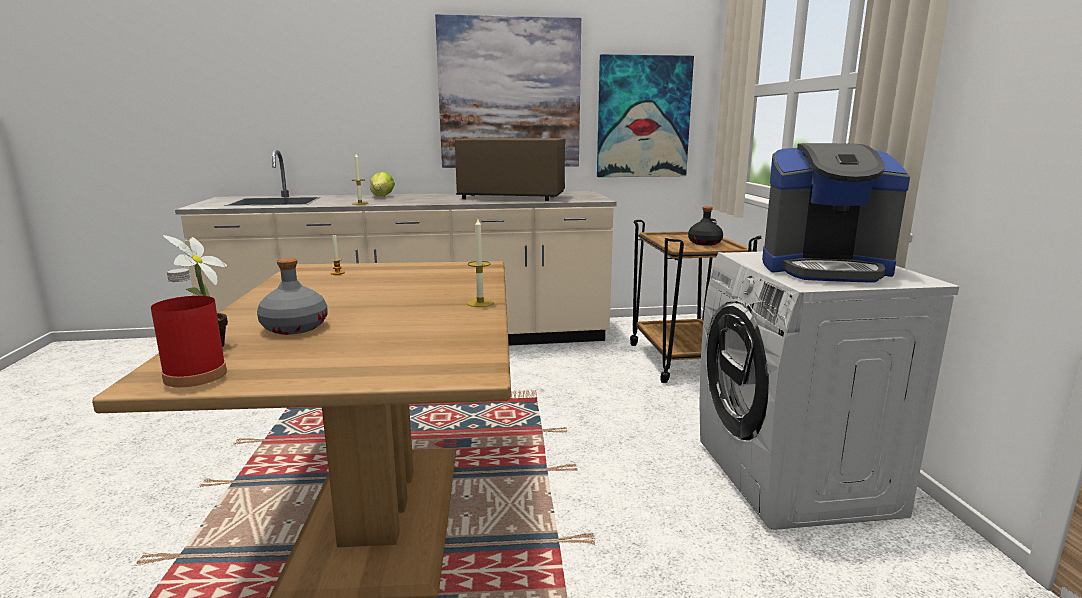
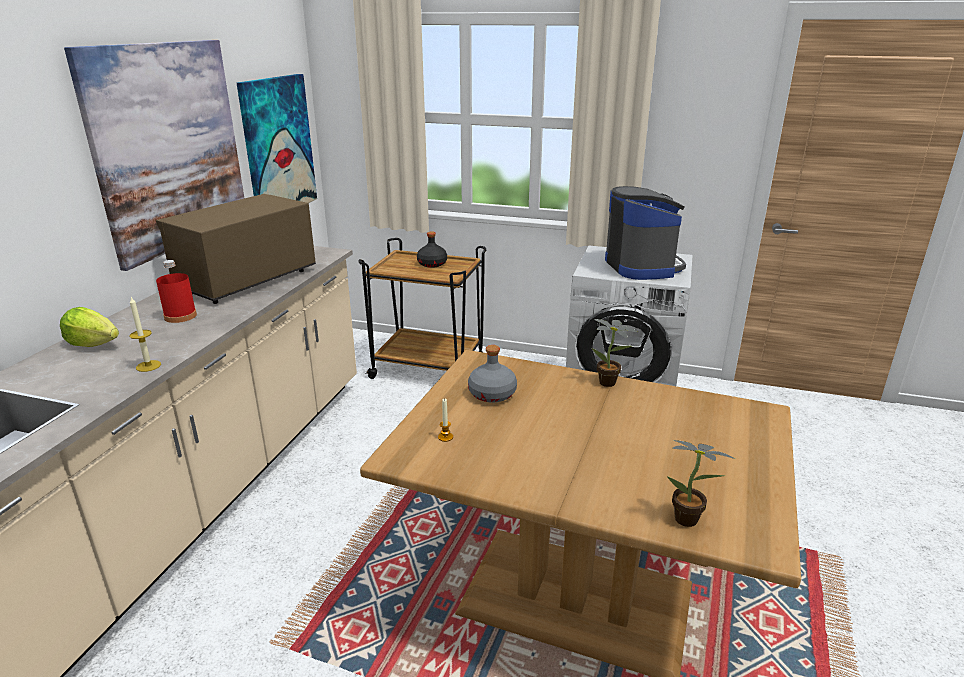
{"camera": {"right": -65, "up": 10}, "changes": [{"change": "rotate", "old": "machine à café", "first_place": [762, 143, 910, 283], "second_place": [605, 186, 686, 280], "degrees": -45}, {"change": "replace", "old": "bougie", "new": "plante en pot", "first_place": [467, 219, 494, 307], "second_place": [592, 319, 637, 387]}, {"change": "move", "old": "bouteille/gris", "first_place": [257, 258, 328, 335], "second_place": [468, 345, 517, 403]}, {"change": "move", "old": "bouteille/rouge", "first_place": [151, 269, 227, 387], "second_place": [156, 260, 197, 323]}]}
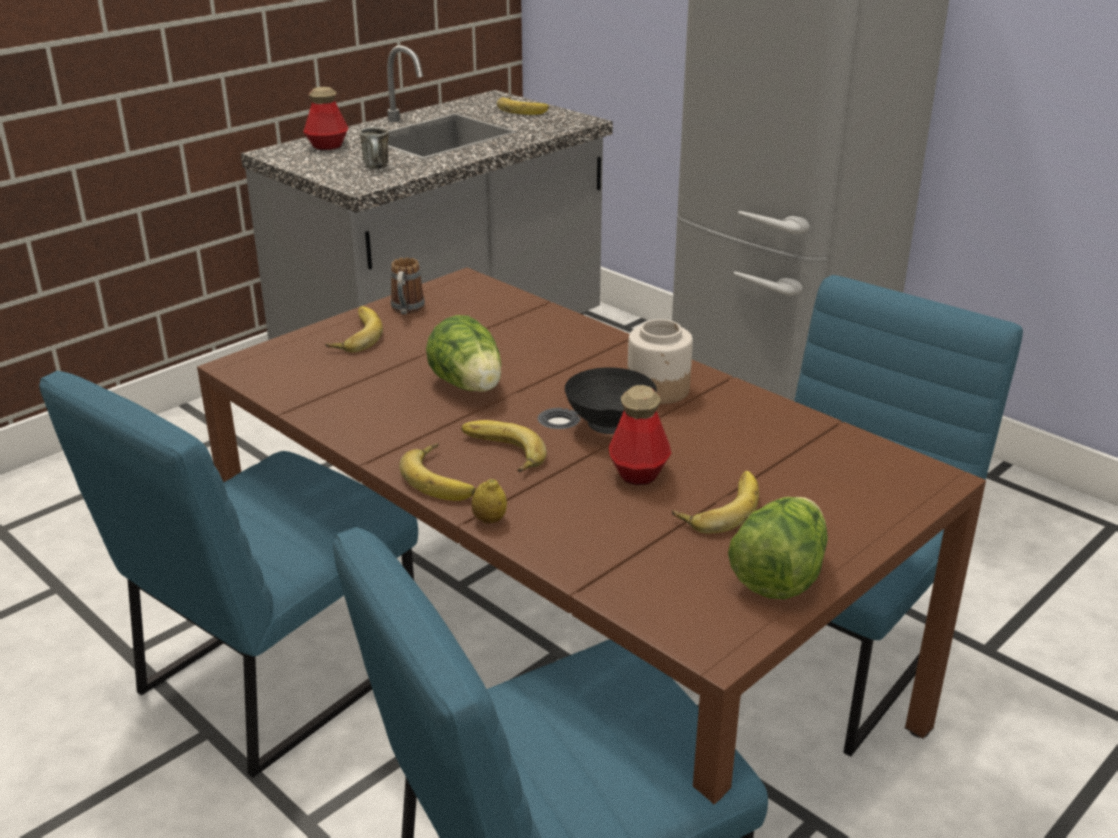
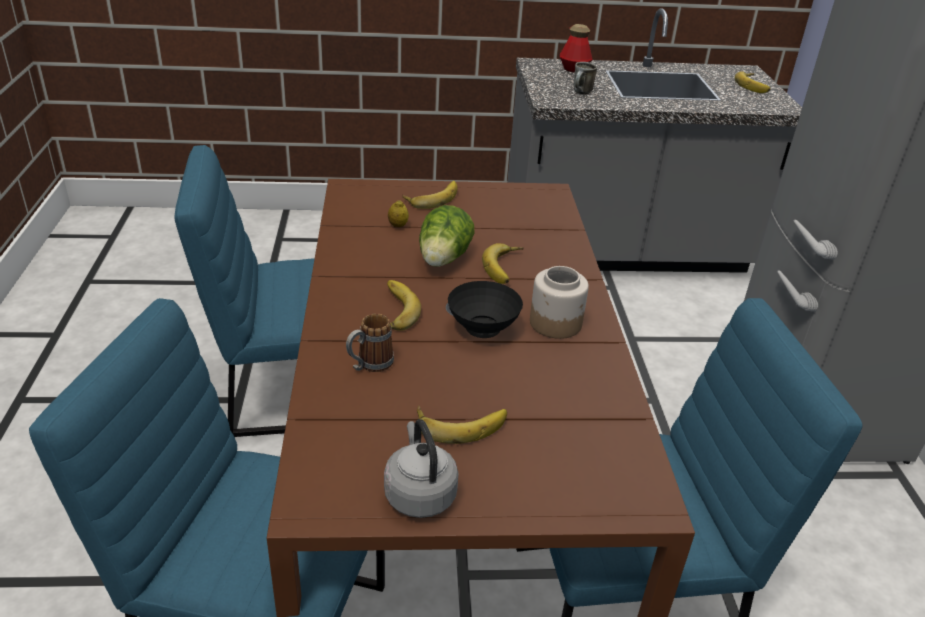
{"camera": {"right": 40, "up": 5}, "changes": [{"change": "move", "old": "mug", "first_place": [391, 257, 425, 314], "second_place": [346, 313, 394, 372]}, {"change": "delete", "old": "bouteille", "first_place": [609, 385, 671, 485]}, {"change": "move", "old": "banane", "first_place": [399, 443, 476, 501], "second_place": [482, 243, 524, 284]}, {"change": "move", "old": "citron", "first_place": [472, 478, 507, 524], "second_place": [388, 200, 409, 227]}, {"change": "replace", "old": "laitue", "new": "bouilloire/gris", "first_place": [728, 497, 828, 599], "second_place": [384, 419, 459, 518]}]}
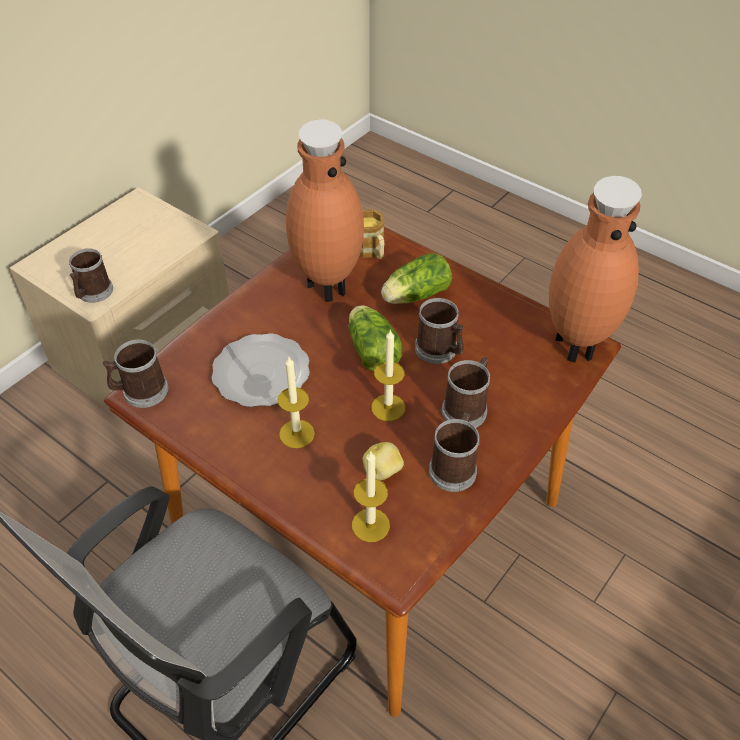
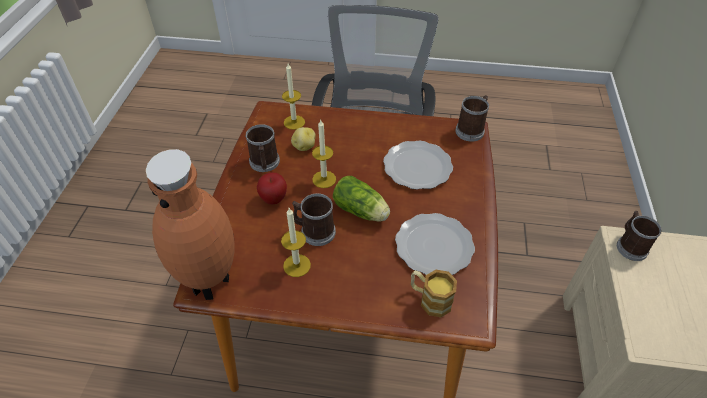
{"camera": {"right": 150, "up": 0}, "changes": [{"change": "replace", "old": "vase/marron", "new": "assiette", "first_place": [286, 119, 364, 302], "second_place": [395, 213, 475, 275]}, {"change": "delete", "old": "laitue", "first_place": [381, 253, 452, 304]}, {"change": "move", "old": "bougie", "first_place": [277, 357, 315, 448], "second_place": [281, 208, 311, 277]}, {"change": "replace", "old": "mug", "new": "pomme", "first_place": [442, 357, 490, 428], "second_place": [257, 172, 287, 204]}]}
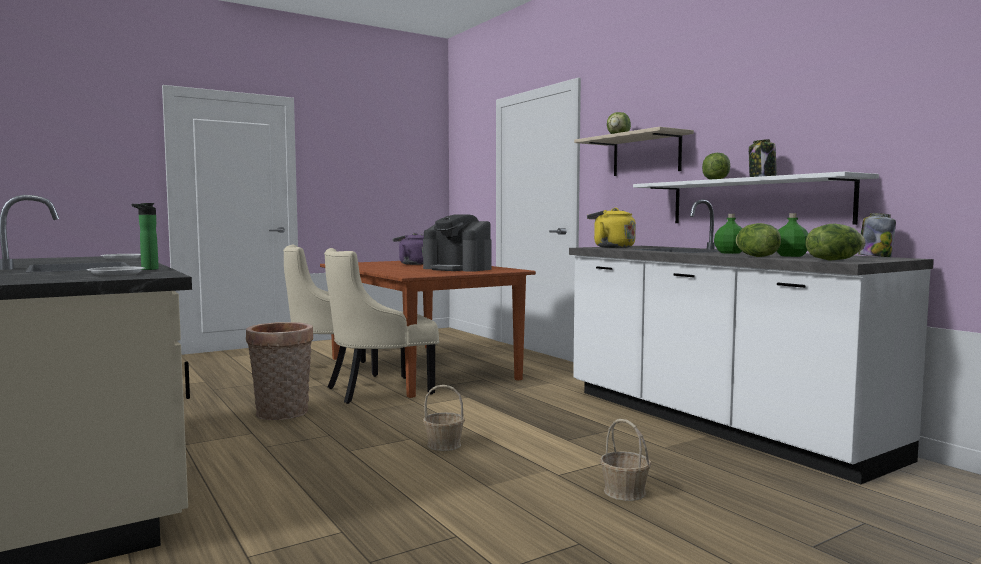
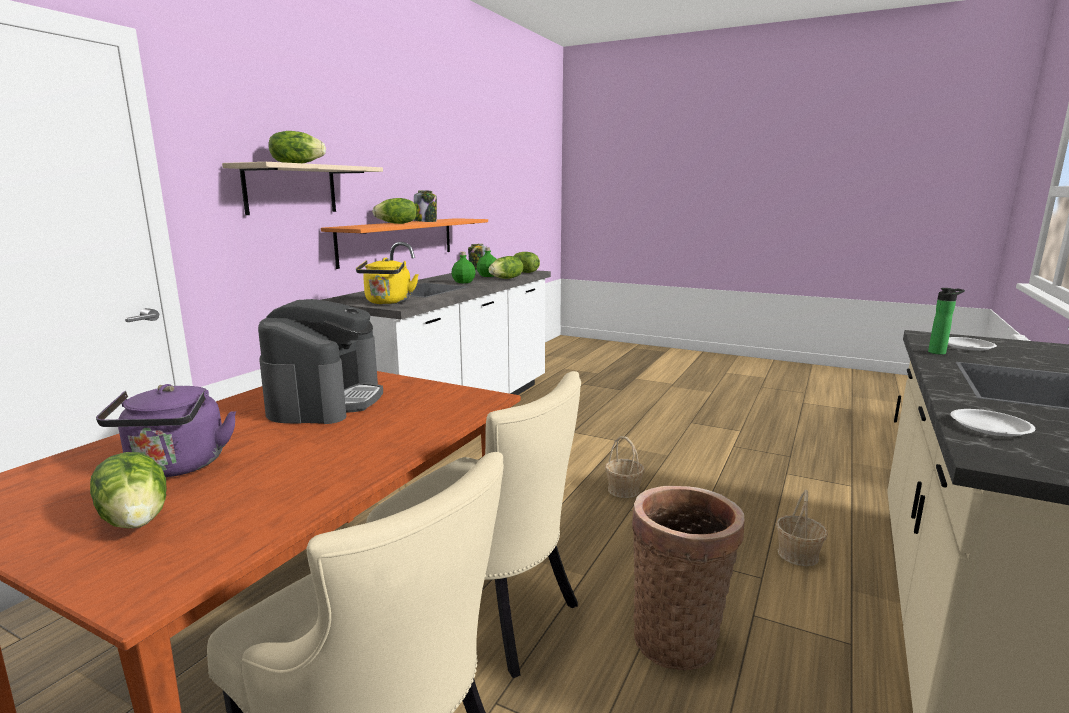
{"camera": {"right": -120, "up": 10}, "changes": [{"change": "recolor", "old": "étagère/blanc", "new": "étagère/orange", "first_place": [633, 172, 879, 225], "second_place": [321, 218, 488, 269]}, {"change": "move", "old": "panier", "first_place": [600, 419, 651, 501], "second_place": [776, 490, 828, 566]}, {"change": "insert", "new": "laitue", "second_place": [90, 452, 167, 528]}]}
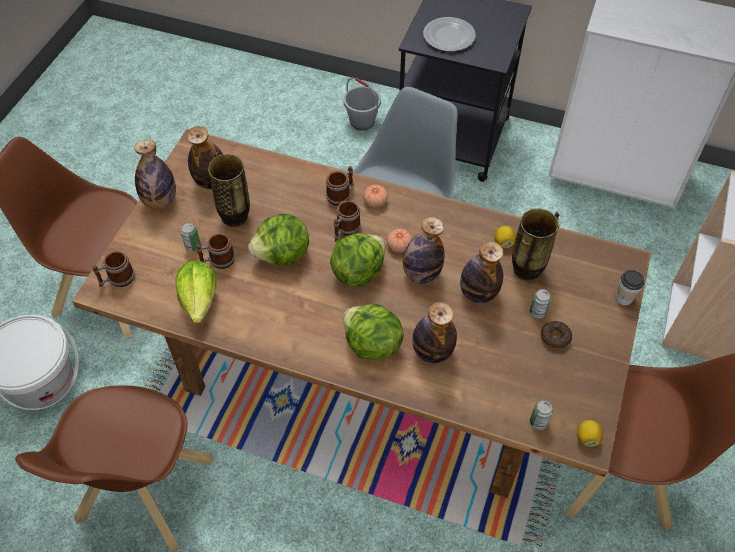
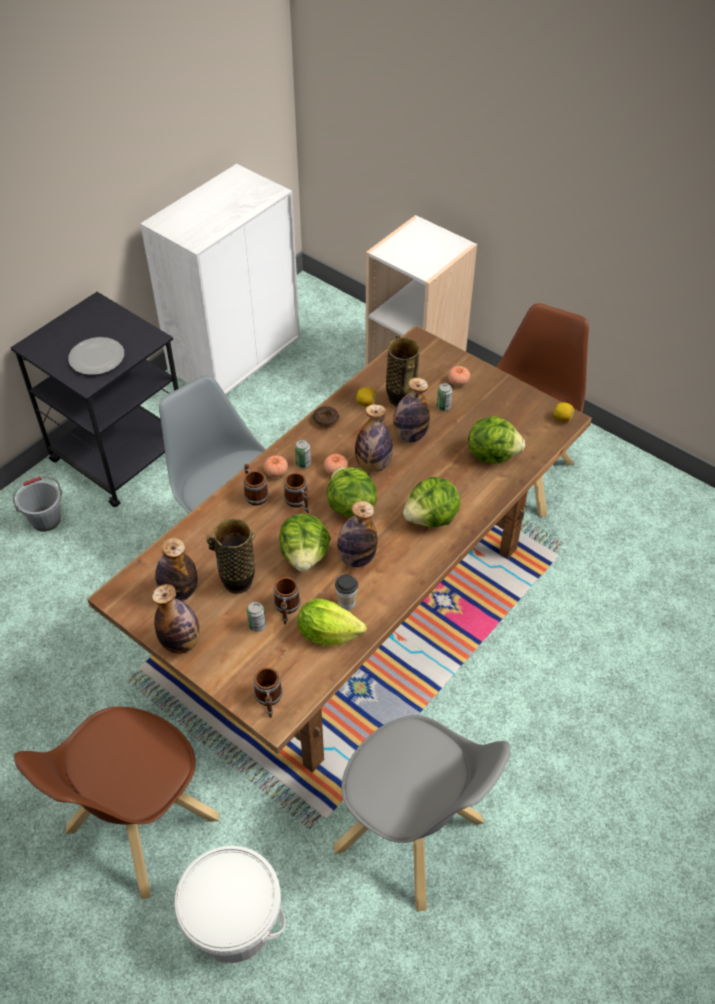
{"camera": {"right": -70, "up": -5}, "changes": [{"change": "move", "old": "tasse", "first_place": [616, 270, 644, 305], "second_place": [335, 574, 358, 610]}, {"change": "move", "old": "bouteille", "first_place": [412, 302, 457, 364], "second_place": [337, 501, 378, 567]}, {"change": "move", "old": "beignet", "first_place": [541, 321, 572, 349], "second_place": [313, 406, 339, 428]}, {"change": "recolor", "old": "chaise/marron", "new": "chaise/gris", "first_place": [15, 385, 214, 552], "second_place": [333, 715, 510, 912]}, {"change": "move", "old": "boîte métallique", "first_place": [530, 400, 553, 430], "second_place": [295, 440, 311, 468]}, {"change": "insert", "new": "tomate", "second_place": [448, 366, 470, 386]}, {"change": "insert", "new": "laitue", "second_place": [468, 416, 525, 464]}]}
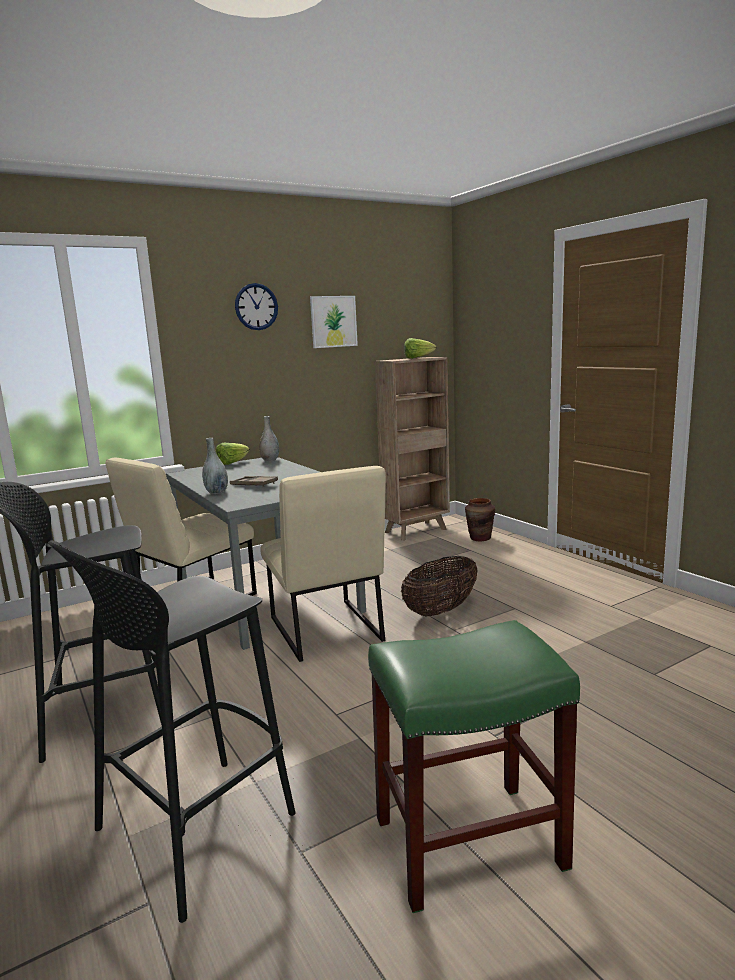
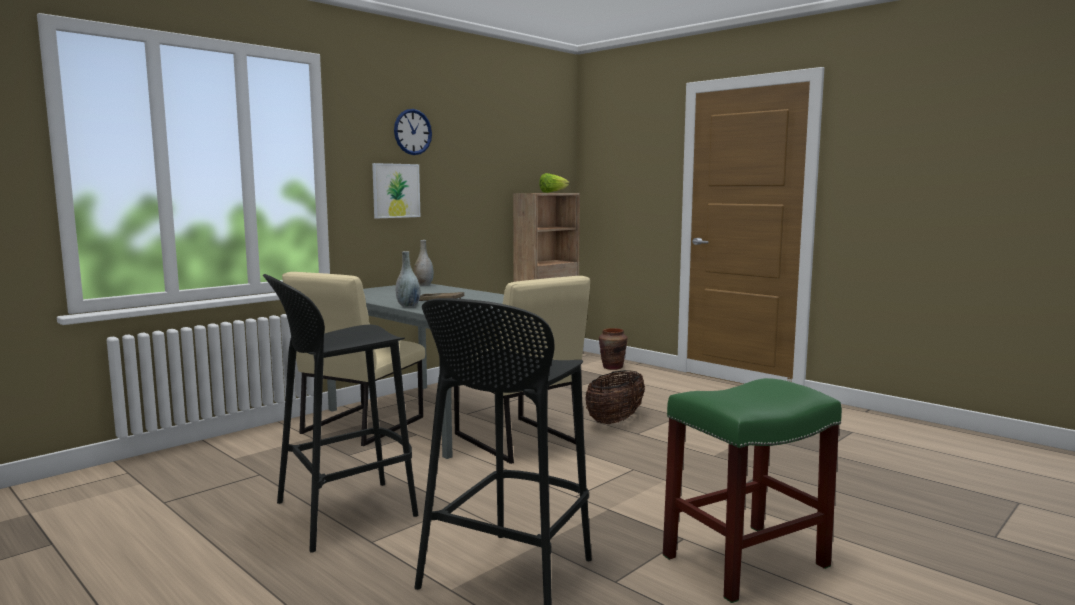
{"camera": {"right": -15, "up": -5}, "changes": [{"change": "move", "old": "tableau", "first_place": [310, 296, 358, 348], "second_place": [372, 163, 420, 219]}, {"change": "delete", "old": "laitue", "first_place": [216, 443, 250, 465]}]}
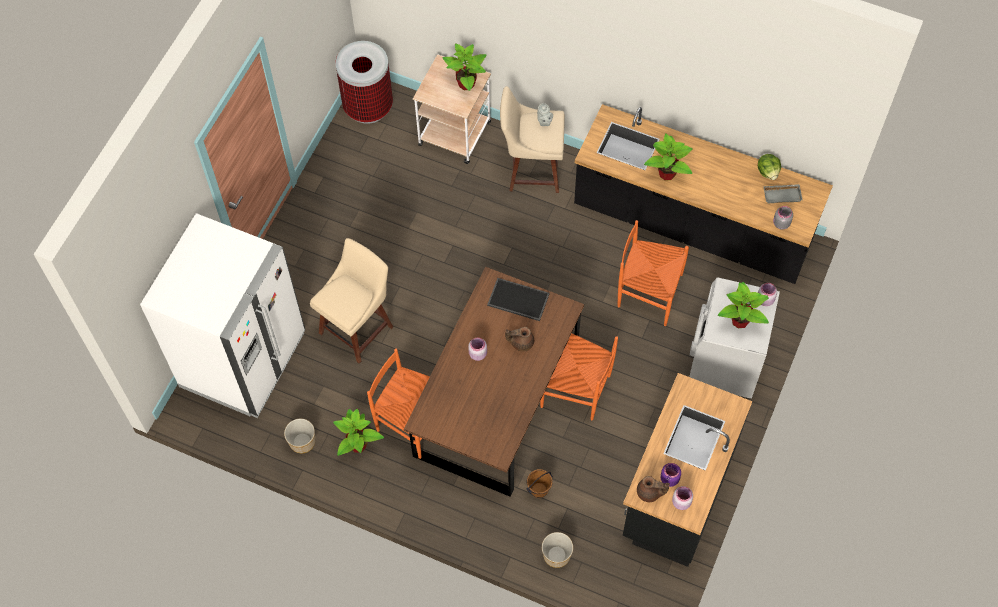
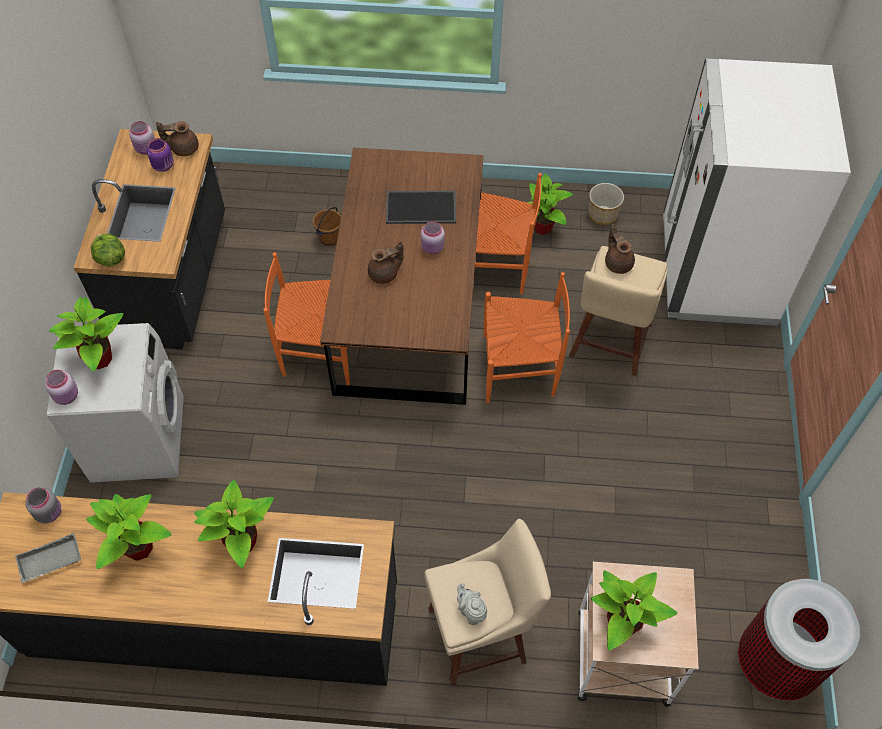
{"camera": {"right": 160, "up": -5}, "changes": [{"change": "move", "old": "laitue", "first_place": [758, 154, 781, 180], "second_place": [91, 233, 125, 267]}, {"change": "move", "old": "chaise/orange", "first_place": [618, 220, 689, 326], "second_place": [484, 272, 570, 403]}, {"change": "move", "old": "plateau", "first_place": [487, 278, 550, 321], "second_place": [386, 191, 456, 224]}, {"change": "delete", "old": "cache-pot", "first_place": [542, 532, 573, 568]}, {"change": "insert", "new": "théière/marron", "second_place": [605, 224, 635, 274]}, {"change": "insert", "new": "plante en pot", "second_place": [86, 494, 172, 569]}]}
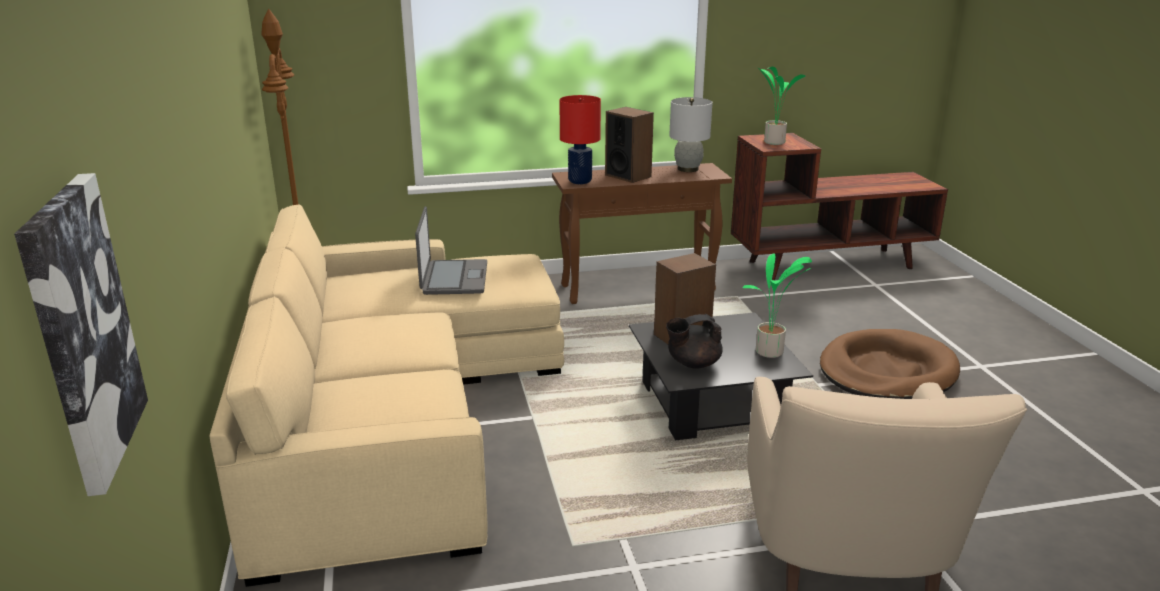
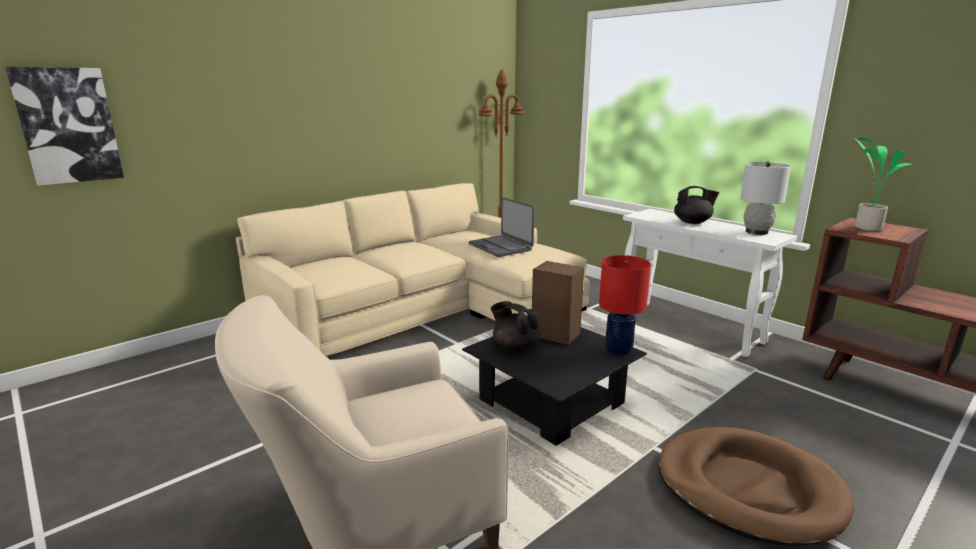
{"camera": {"right": 60, "up": -5}, "changes": [{"change": "move", "old": "lampe de table/rouge", "first_place": [559, 95, 601, 184], "second_place": [599, 255, 651, 355]}, {"change": "replace", "old": "enceinte", "new": "théière/noir", "first_place": [605, 107, 654, 183], "second_place": [674, 186, 720, 224]}, {"change": "recolor", "old": "table console/marron", "new": "table console/blanc", "first_place": [552, 163, 732, 304], "second_place": [623, 209, 797, 357]}, {"change": "rotate", "old": "ordinateur portable", "first_place": [415, 206, 487, 295], "second_place": [469, 197, 535, 257], "degrees": 90}, {"change": "delete", "old": "plante en pot", "first_place": [742, 254, 812, 358]}]}
